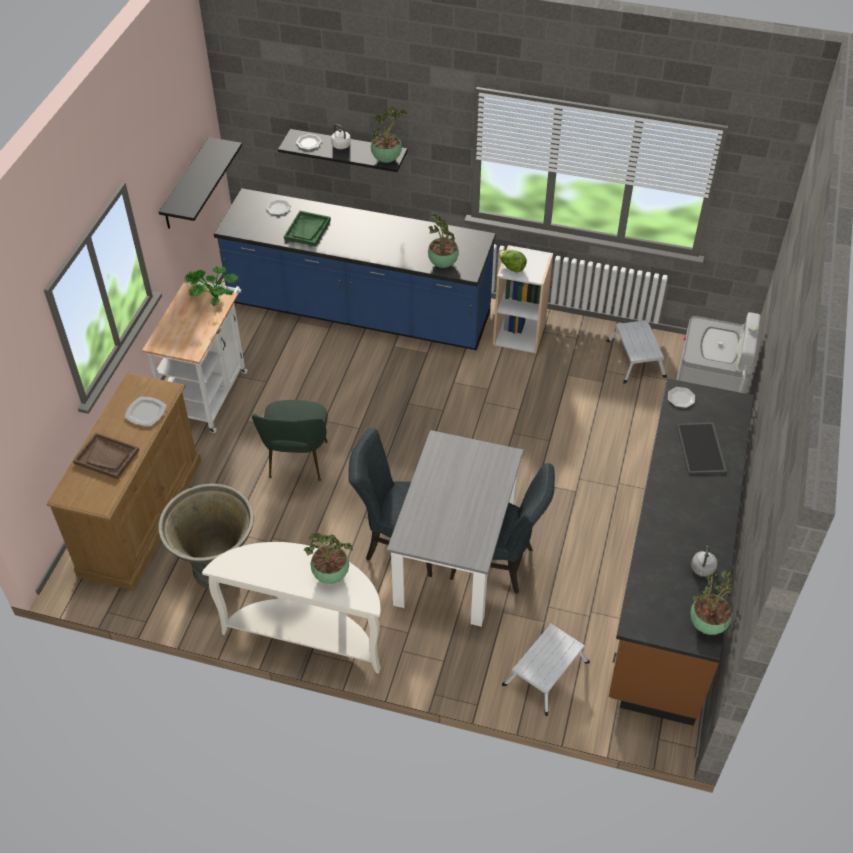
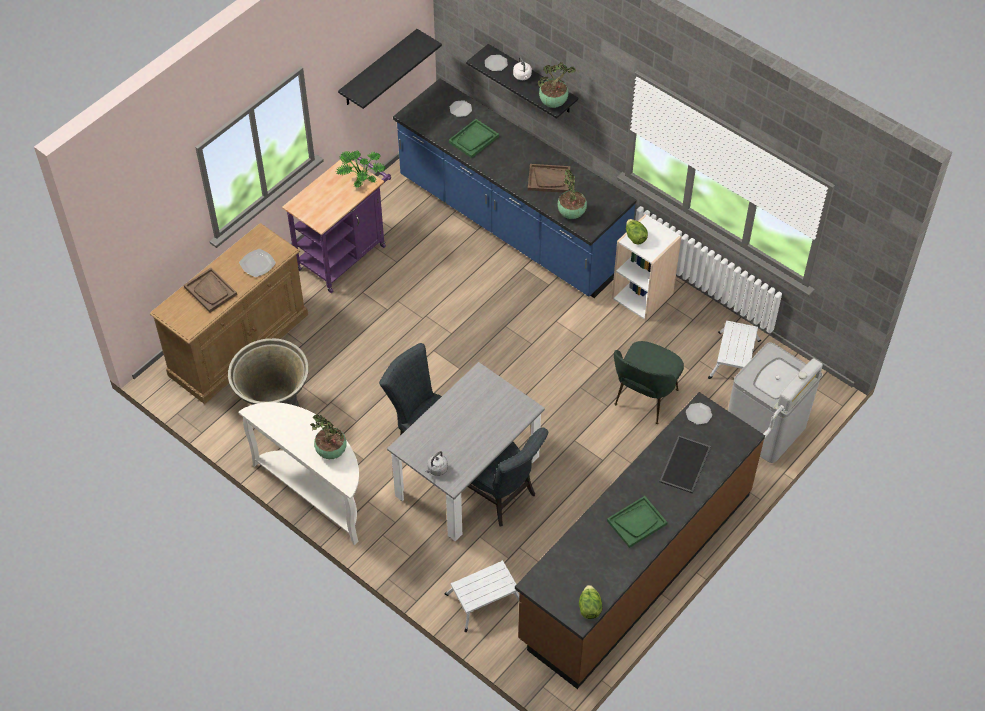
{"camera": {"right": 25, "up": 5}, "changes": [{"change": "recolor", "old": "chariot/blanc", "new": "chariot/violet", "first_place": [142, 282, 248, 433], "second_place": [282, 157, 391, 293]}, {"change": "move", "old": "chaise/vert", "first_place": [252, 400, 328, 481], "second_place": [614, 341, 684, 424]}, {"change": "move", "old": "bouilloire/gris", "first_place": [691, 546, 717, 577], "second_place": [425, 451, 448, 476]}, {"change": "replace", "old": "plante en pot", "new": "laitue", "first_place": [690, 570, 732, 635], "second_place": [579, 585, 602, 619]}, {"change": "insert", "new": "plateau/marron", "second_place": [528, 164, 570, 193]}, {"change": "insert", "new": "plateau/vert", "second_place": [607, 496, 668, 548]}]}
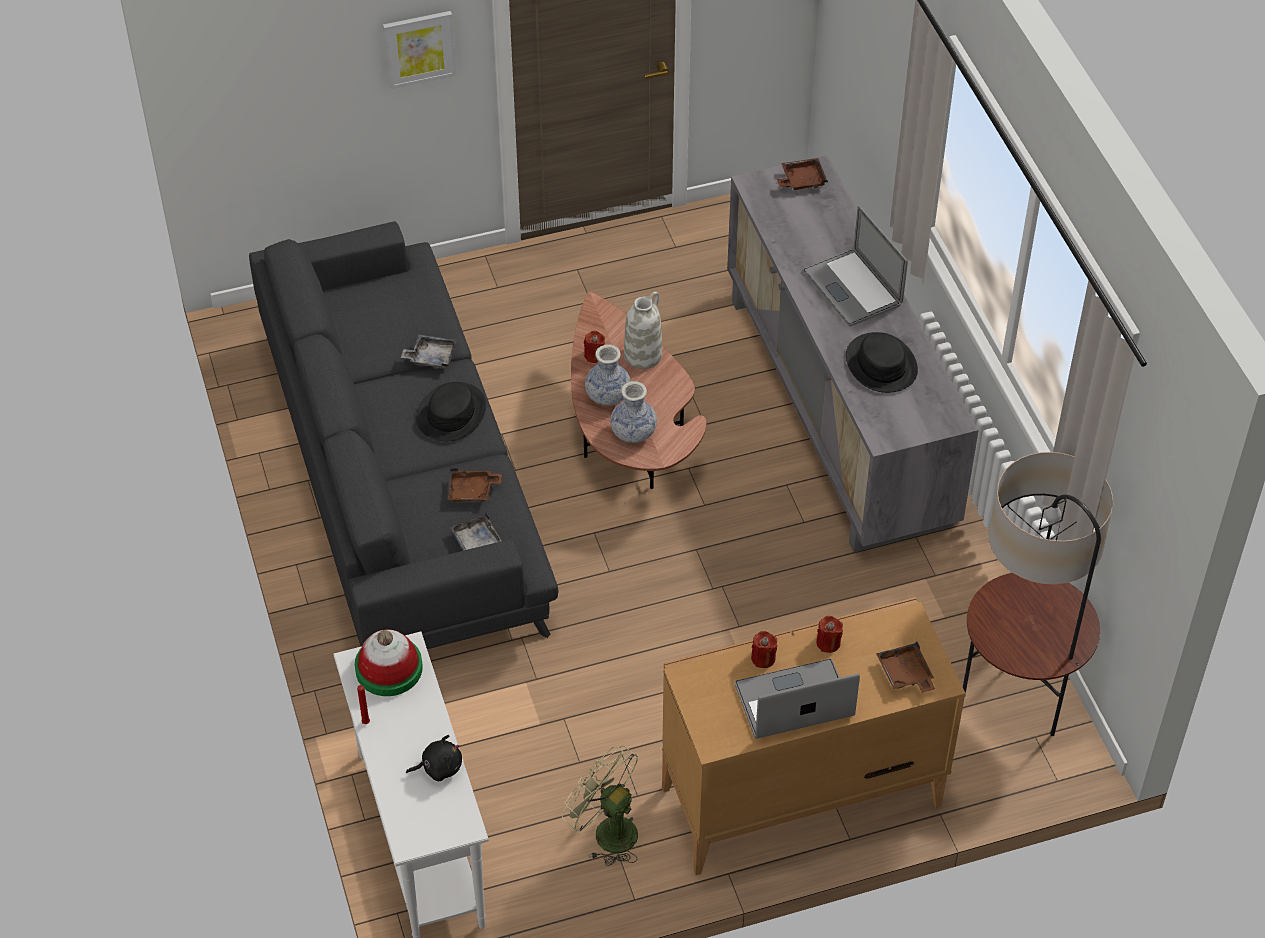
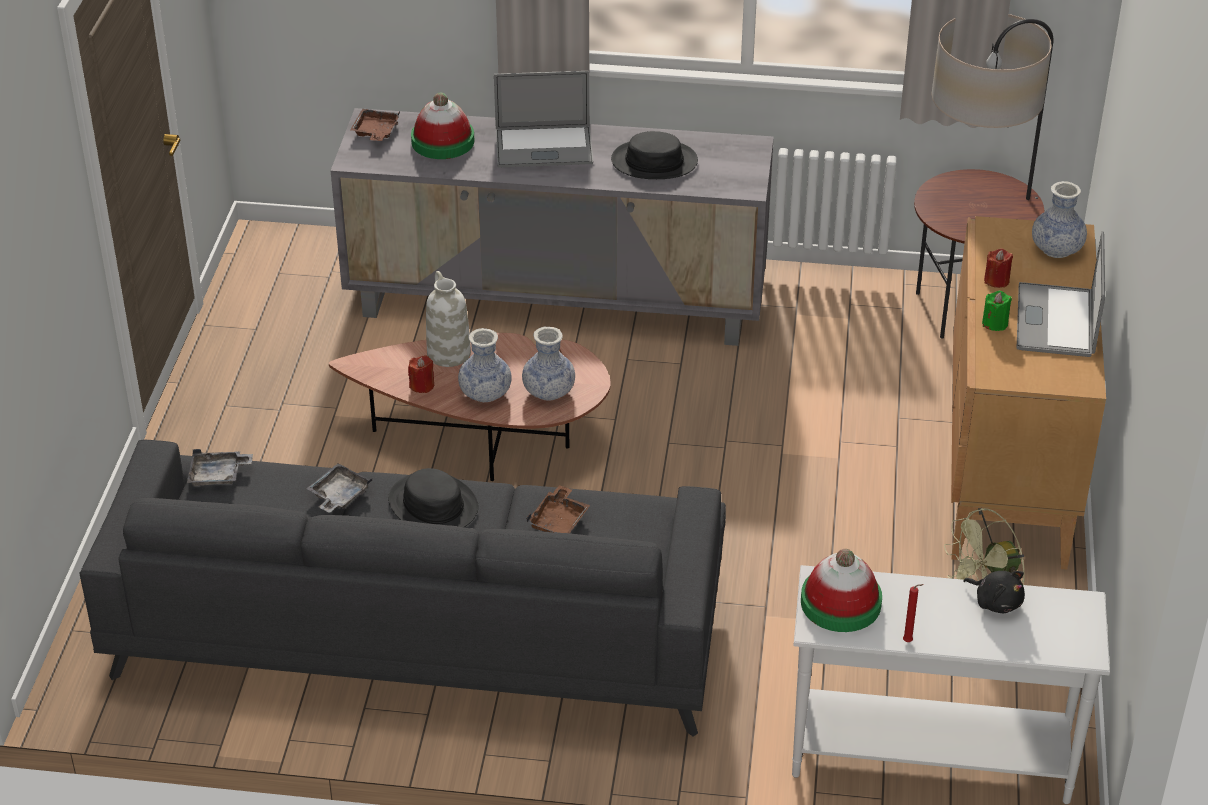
{"camera": {"right": -65, "up": -10}, "changes": [{"change": "delete", "old": "tableau", "first_place": [383, 11, 456, 89]}, {"change": "move", "old": "plateau/gris", "first_place": [450, 513, 502, 551], "second_place": [187, 449, 253, 486]}, {"change": "recolor", "old": "bougie/rouge", "new": "bougie/vert", "first_place": [751, 631, 777, 668], "second_place": [982, 291, 1012, 331]}, {"change": "replace", "old": "plateau/marron", "new": "vase", "first_place": [876, 641, 935, 693], "second_place": [1032, 181, 1087, 258]}, {"change": "rotate", "old": "peluche/noir", "first_place": [406, 735, 462, 781], "second_place": [964, 571, 1025, 614], "degrees": 120}, {"change": "insert", "new": "chapeau", "second_place": [411, 92, 474, 159]}]}
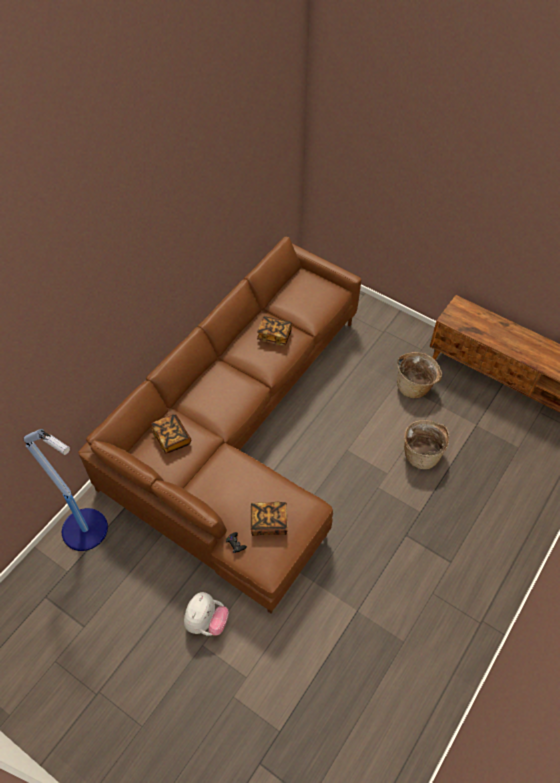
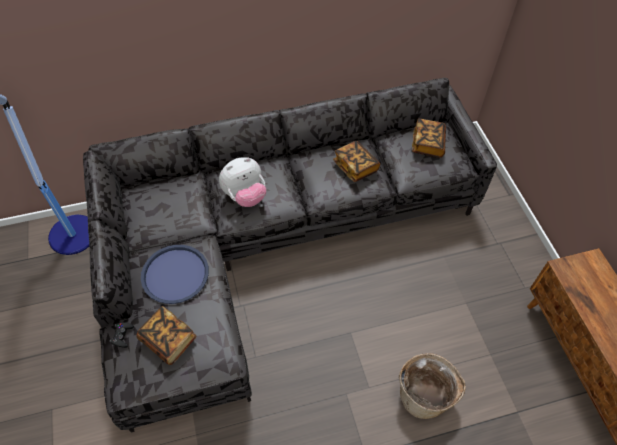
{"camera": {"right": 40, "up": 0}, "changes": [{"change": "recolor", "old": "canapé/marron", "new": "canapé/gris", "first_place": [78, 236, 361, 613], "second_place": [83, 78, 497, 432]}, {"change": "delete", "old": "panier", "first_place": [397, 352, 442, 398]}, {"change": "move", "old": "livre", "first_place": [151, 414, 191, 454], "second_place": [412, 119, 446, 158]}, {"change": "move", "old": "peluche", "first_place": [184, 592, 229, 636], "second_place": [219, 157, 266, 207]}, {"change": "insert", "new": "plateau/bleu", "second_place": [141, 245, 209, 304]}]}
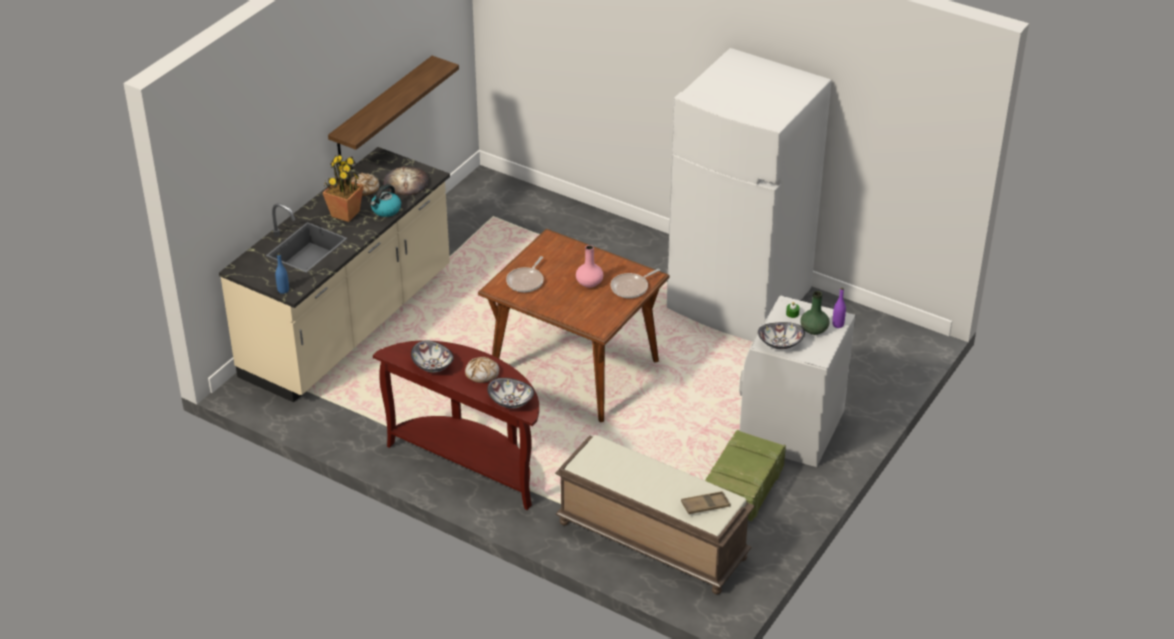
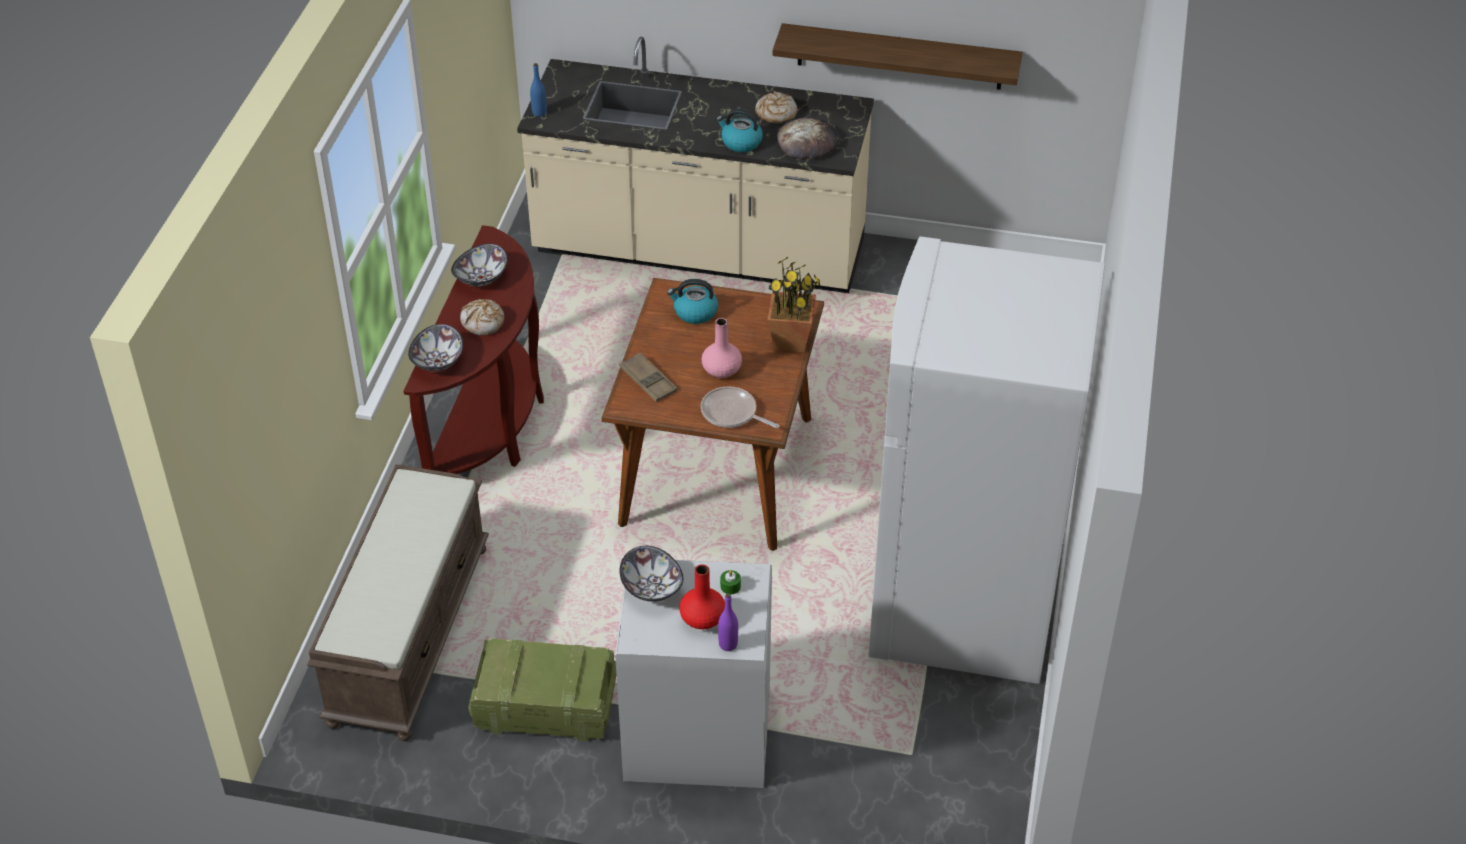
{"camera": {"right": 70, "up": 5}, "changes": [{"change": "move", "old": "plante en pot", "first_place": [323, 155, 364, 222], "second_place": [768, 257, 822, 352]}, {"change": "replace", "old": "poêle", "new": "bouilloire", "first_place": [506, 256, 544, 292], "second_place": [667, 279, 718, 324]}, {"change": "recolor", "old": "vase/vert", "new": "vase/rouge", "first_place": [800, 291, 829, 335], "second_place": [679, 564, 725, 629]}, {"change": "move", "old": "plateau/marron", "first_place": [681, 491, 731, 514], "second_place": [619, 353, 677, 402]}]}
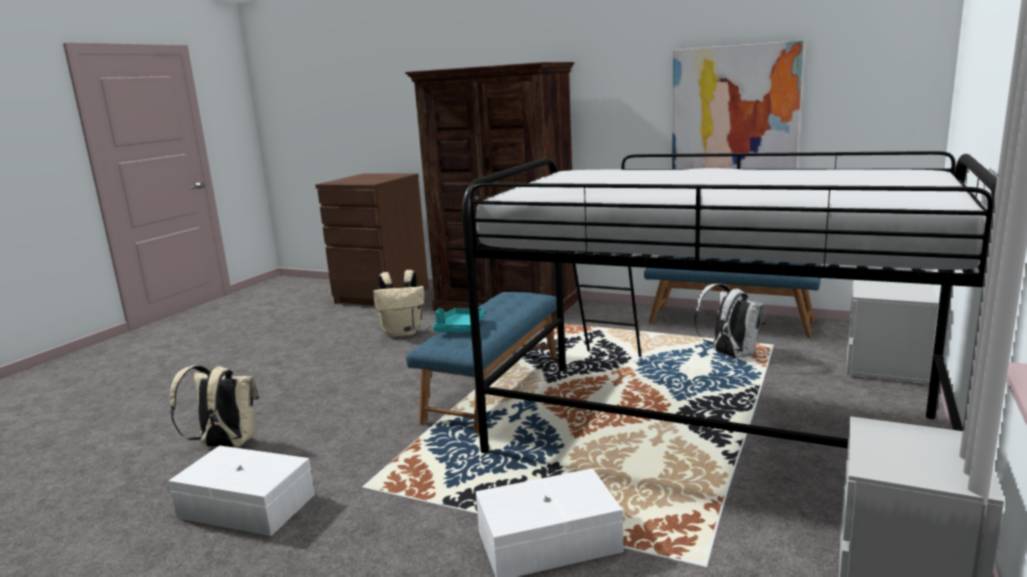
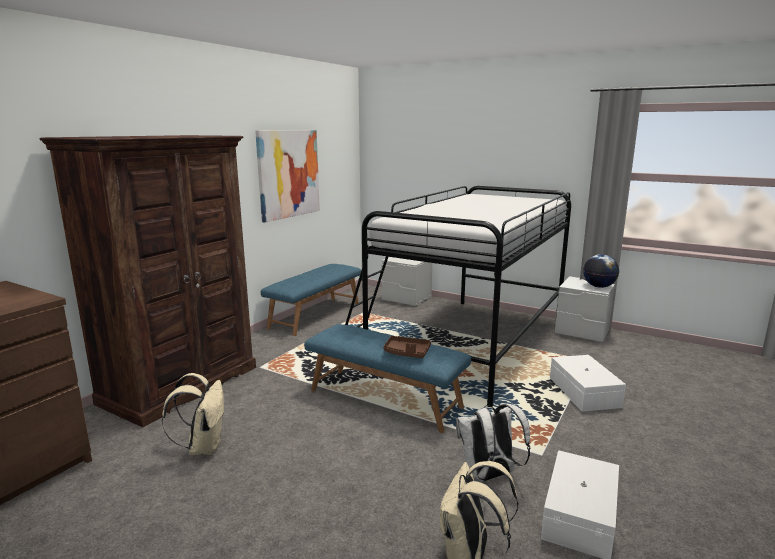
{"camera": {"right": -85, "up": 0}, "changes": [{"change": "move", "old": "sac à dos/blanc", "first_place": [695, 284, 765, 358], "second_place": [456, 403, 530, 482]}, {"change": "recolor", "old": "plateau/turquoise", "new": "plateau/marron", "first_place": [433, 308, 485, 332], "second_place": [383, 336, 431, 358]}, {"change": "insert", "new": "globe", "second_place": [583, 254, 619, 288]}]}
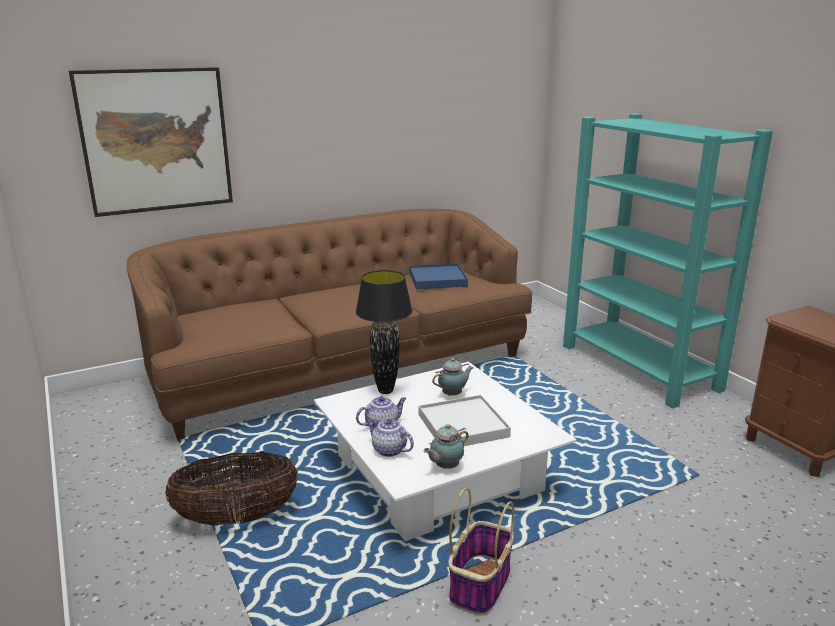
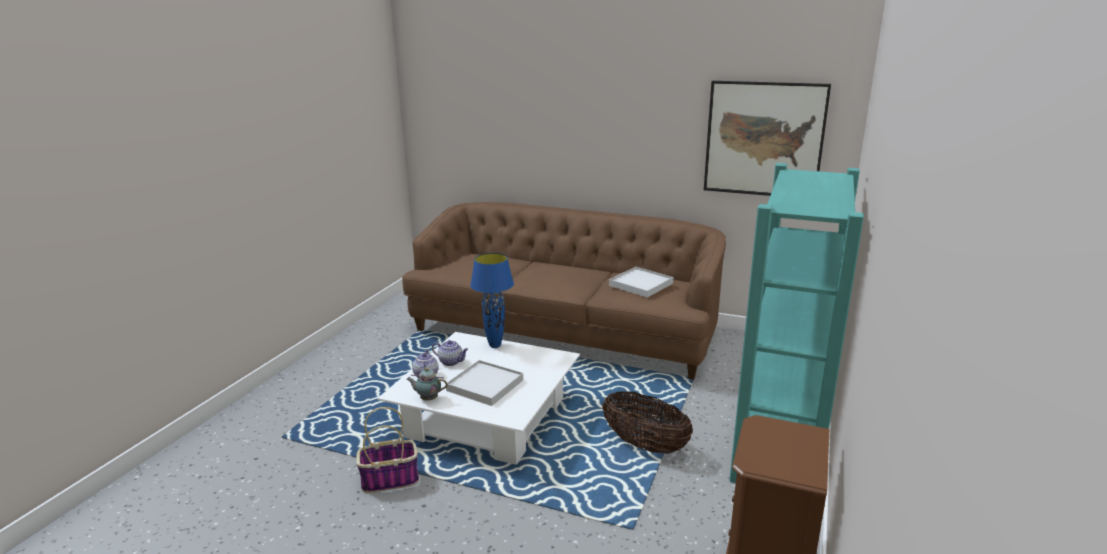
{"camera": {"right": 50, "up": 0}, "changes": [{"change": "move", "old": "tableau", "first_place": [69, 67, 233, 217], "second_place": [704, 81, 831, 196]}, {"change": "recolor", "old": "plateau/bleu", "new": "plateau/blanc", "first_place": [409, 263, 468, 289], "second_place": [609, 267, 673, 298]}, {"change": "recolor", "old": "lampe de table/noir", "new": "lampe de table/bleu", "first_place": [356, 270, 413, 394], "second_place": [470, 253, 514, 348]}, {"change": "delete", "old": "théière", "first_place": [432, 358, 473, 396]}, {"change": "move", "old": "panier", "first_place": [165, 452, 298, 526], "second_place": [602, 391, 693, 454]}]}
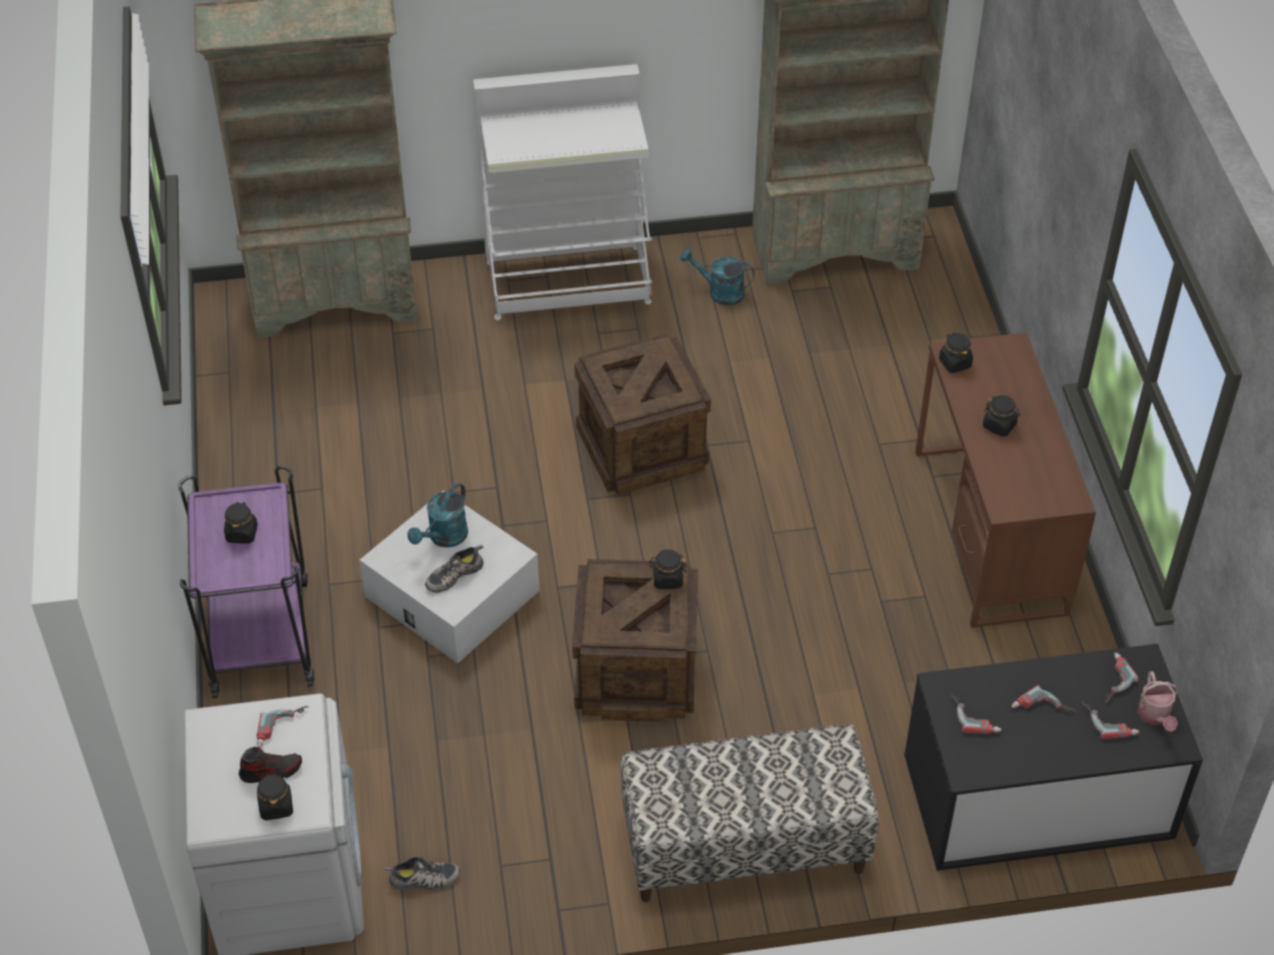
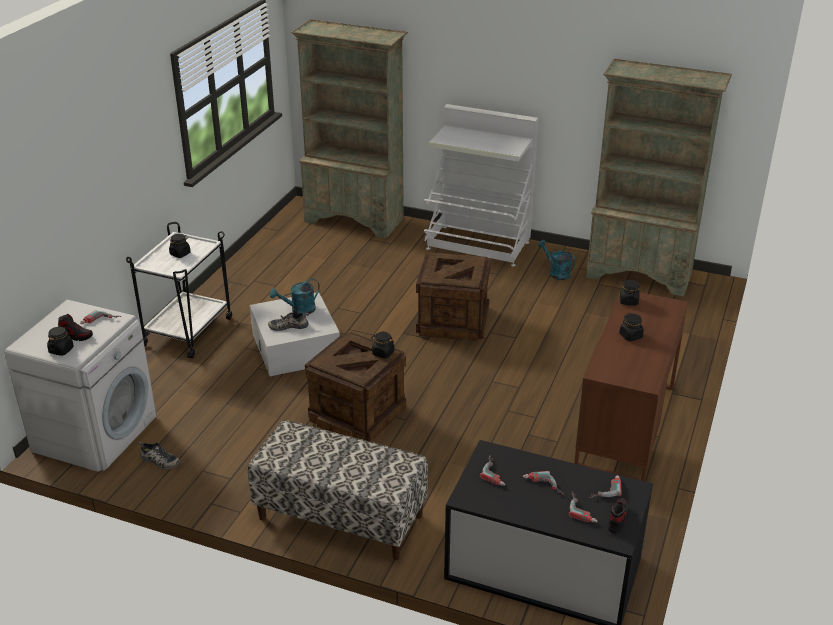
{"camera": {"right": 30, "up": -15}, "changes": [{"change": "recolor", "old": "chariot/violet", "new": "chariot/blanc", "first_place": [179, 465, 315, 698], "second_place": [126, 222, 232, 358]}, {"change": "replace", "old": "arrosoir", "new": "chaussure", "first_place": [1138, 671, 1178, 732], "second_place": [608, 497, 629, 534]}]}
